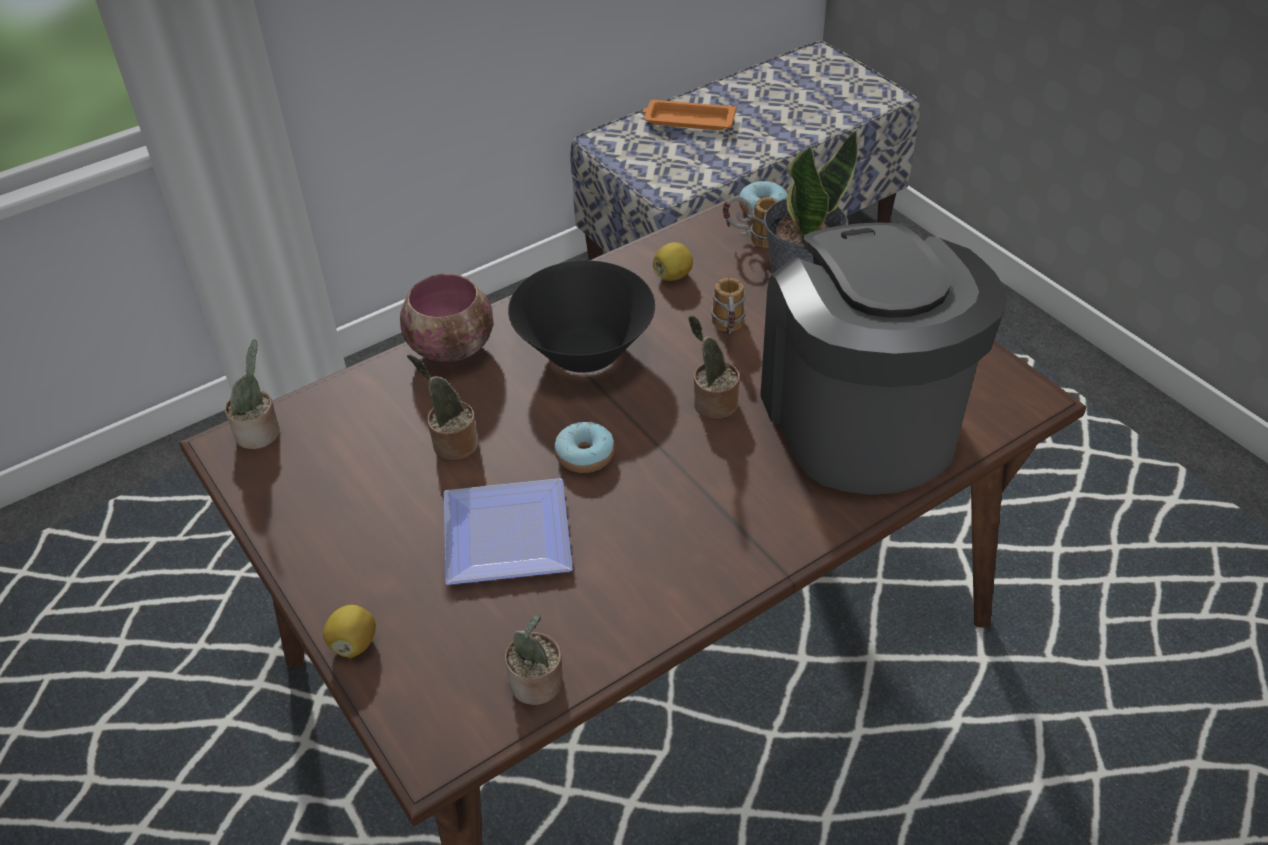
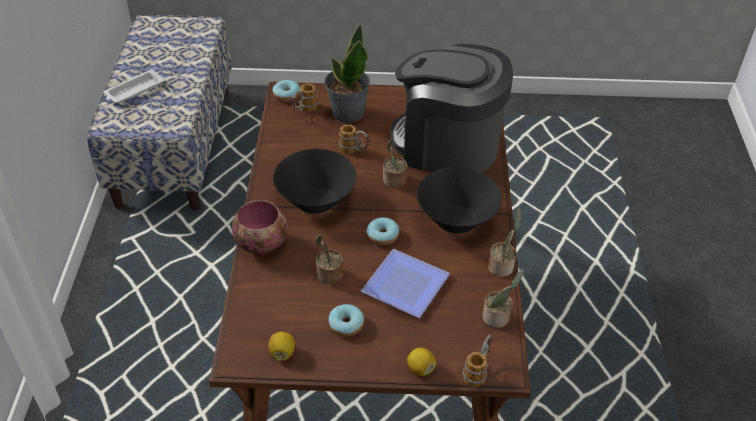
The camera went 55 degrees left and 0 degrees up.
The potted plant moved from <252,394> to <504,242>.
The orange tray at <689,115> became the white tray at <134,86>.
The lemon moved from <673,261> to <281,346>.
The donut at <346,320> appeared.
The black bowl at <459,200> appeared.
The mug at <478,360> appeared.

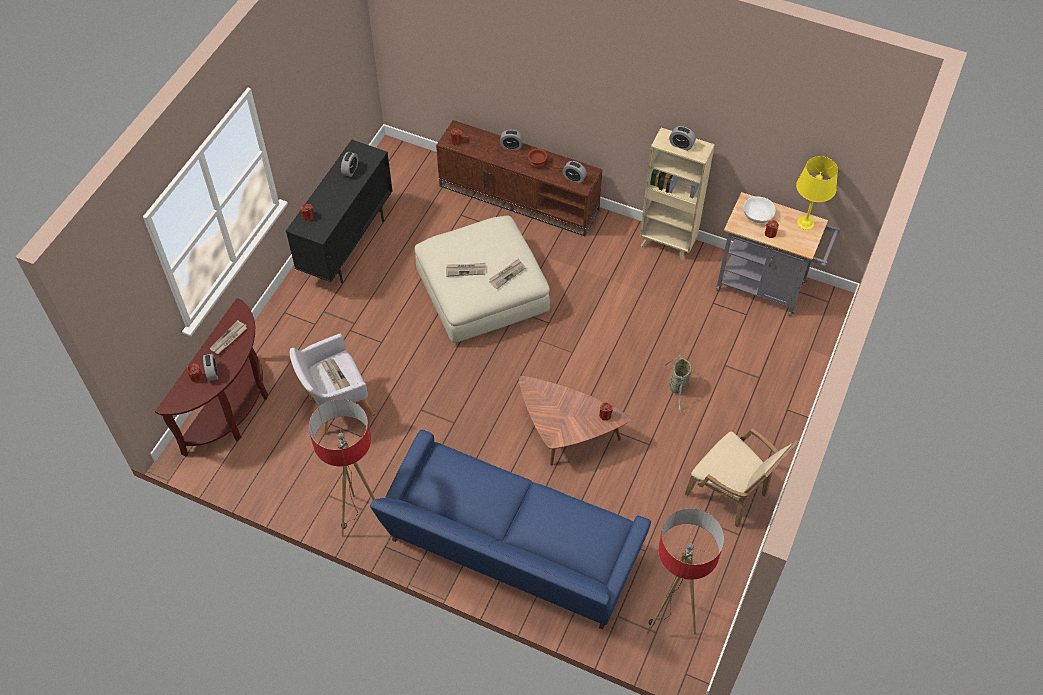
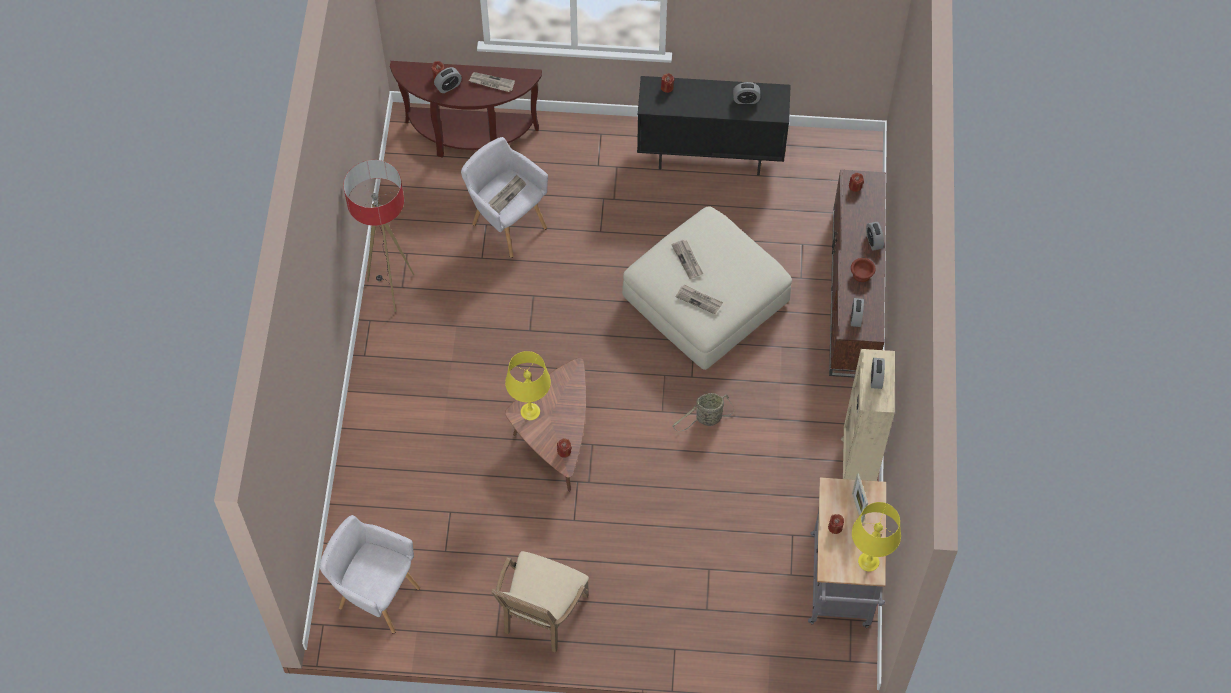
The camera went 70 degrees right and 5 degrees up.
The blue sofa at <510,529> disappeared.
The floor lamp at <685,571> was replaced by the grey armchair at <370,574>.
The basket moved from <678,383> to <704,412>.
The white bowl at <759,209> was replaced by the picture frame at <860,498>.
The yellow table lamp at <528,385> appeared.

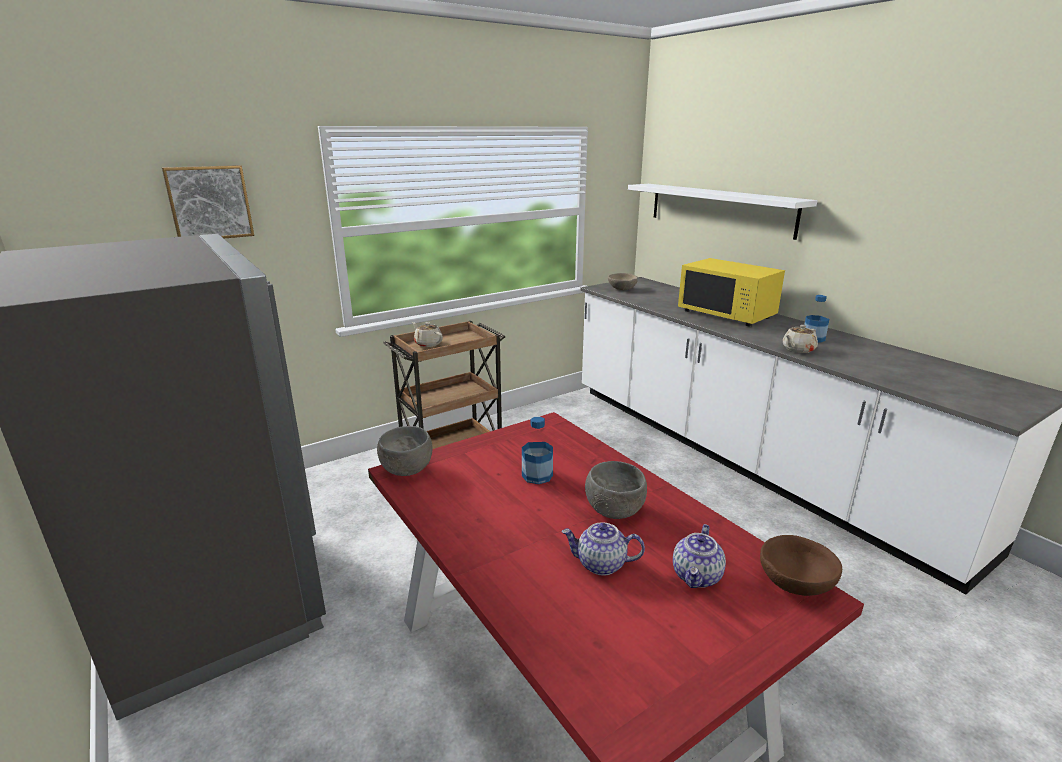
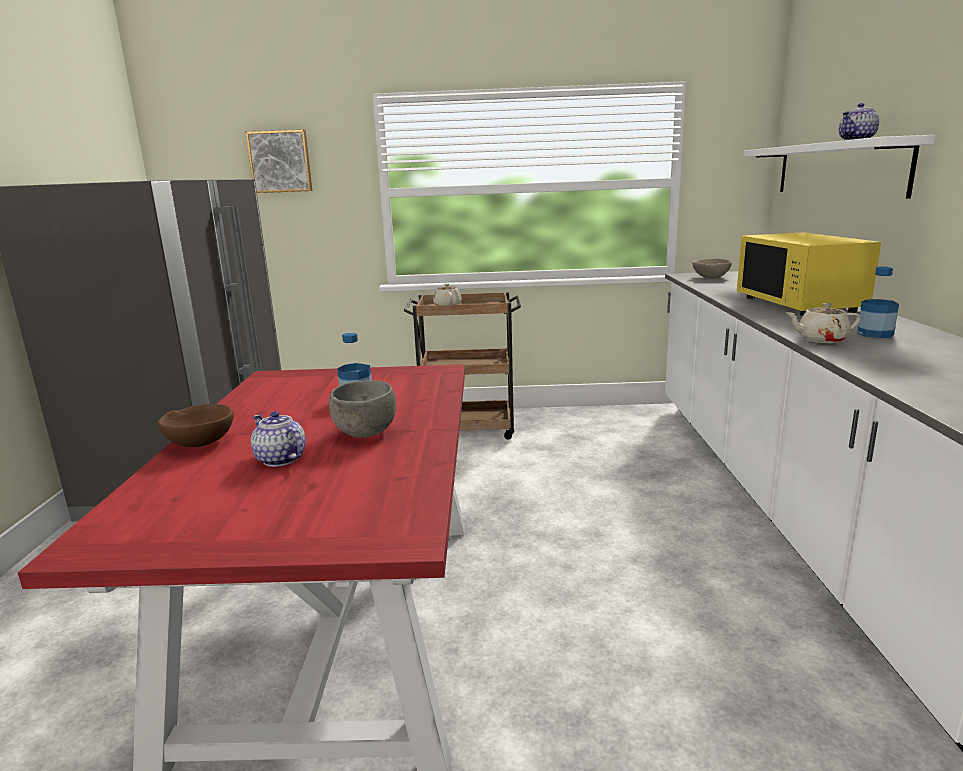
The camera went 35 degrees right and 5 degrees down.
The grey bowl at <405,451> disappeared.
The teapot moved from <699,556> to <859,121>.
The brown bowl moved from <801,565> to <196,425>.

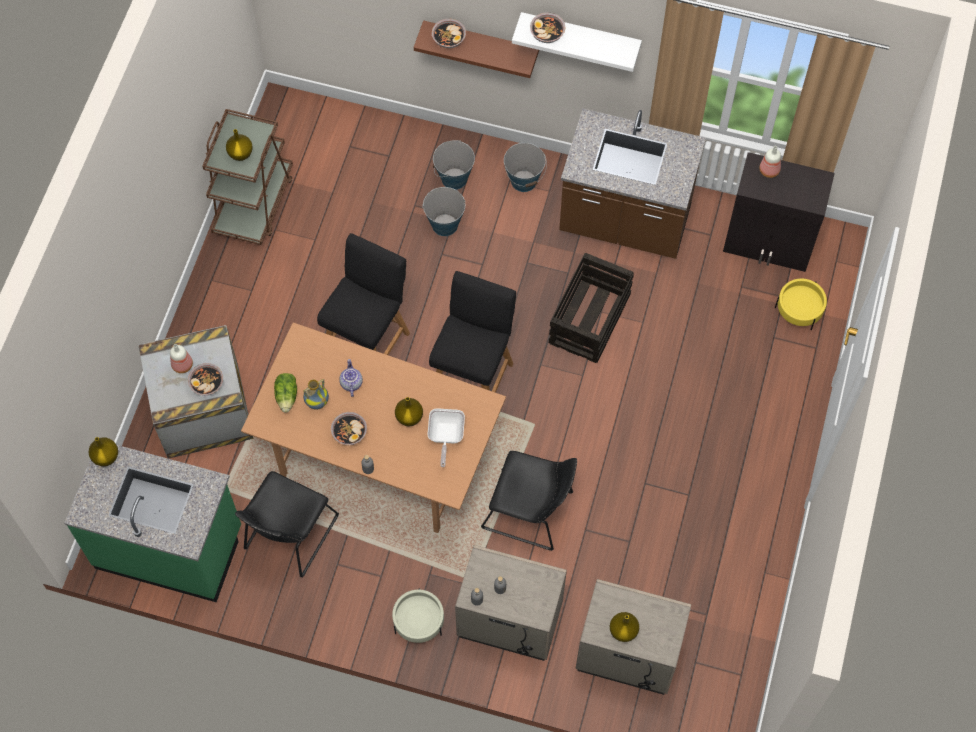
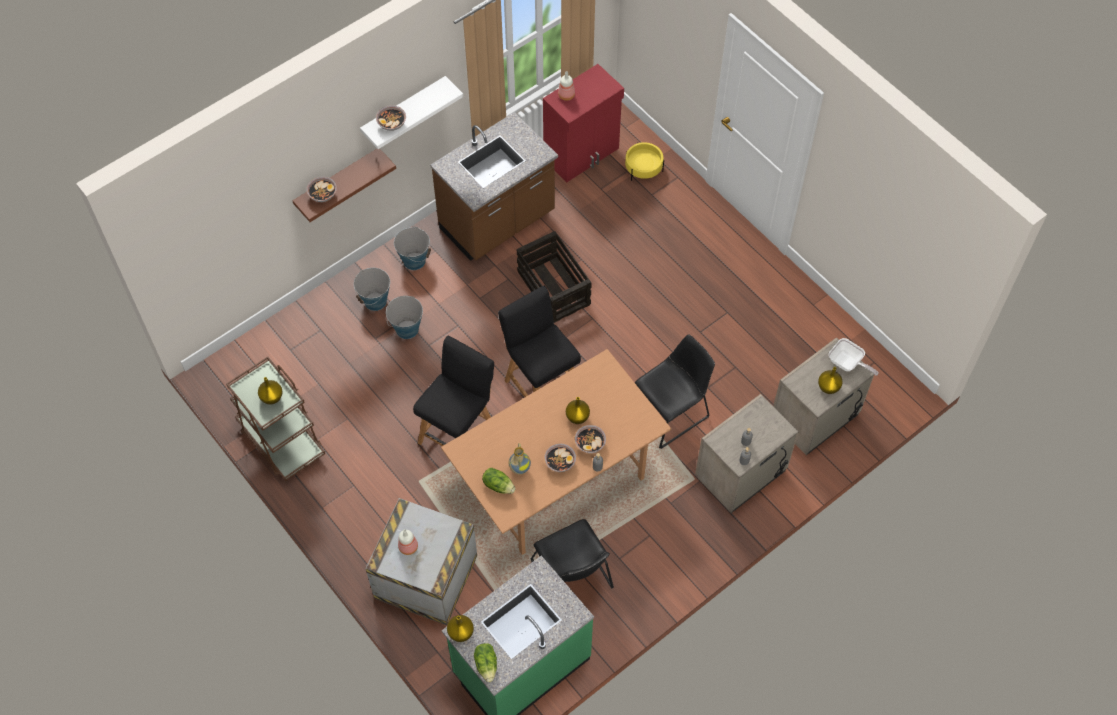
The camera went 55 degrees left and 5 degrees down.
The bowl moved from <205,379> to <590,439>.
The black chair at <363,294> turned 60 degrees clockwise.
The teapot at <351,378> disappeared.
The beige planter at <418,615> disappeared.
The frying pan moved from <446,437> to <854,357>.
The black cabinet at <779,212> became the red cabinet at <583,123>.
The lettuce at <485,662> appeared.

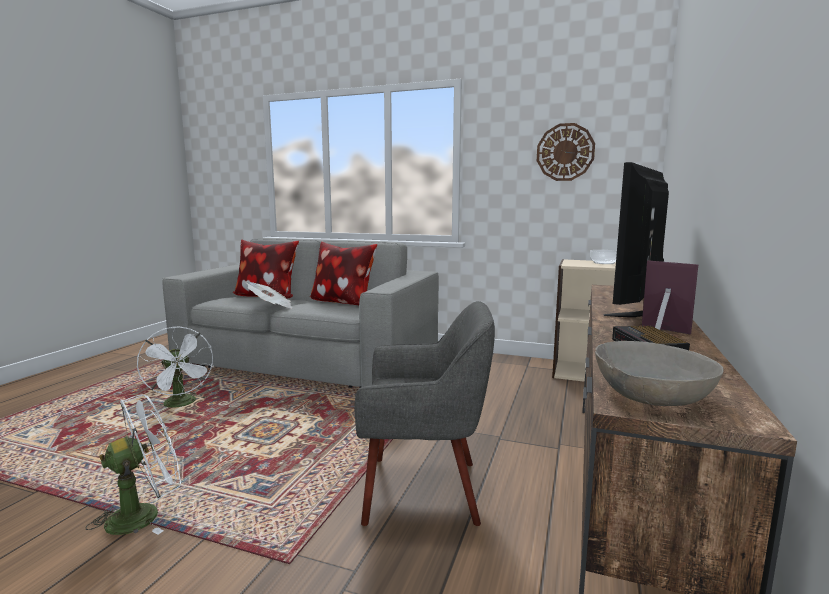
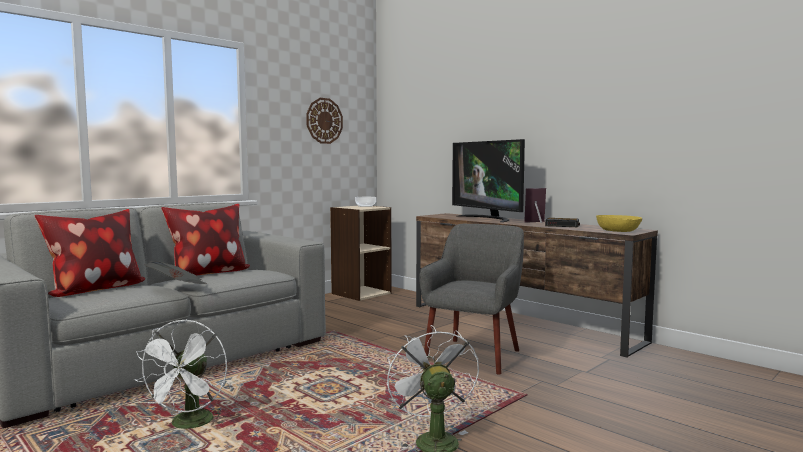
The camera went 65 degrees left and 5 degrees down.
The white fan at <175,367> turned 105 degrees clockwise.
The grey bowl at <659,373> became the yellow bowl at <619,223>.

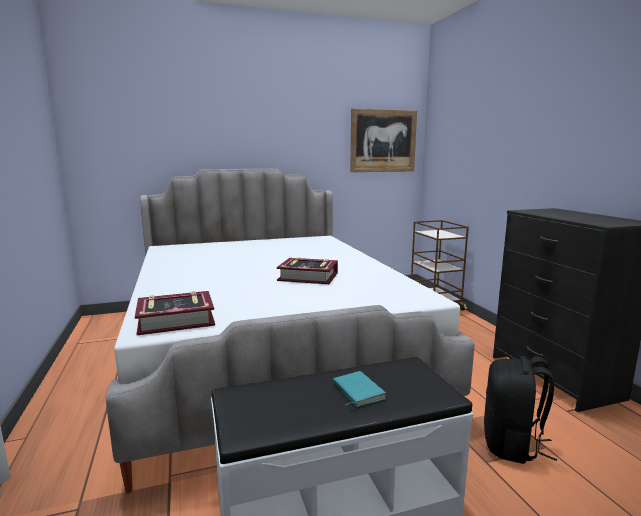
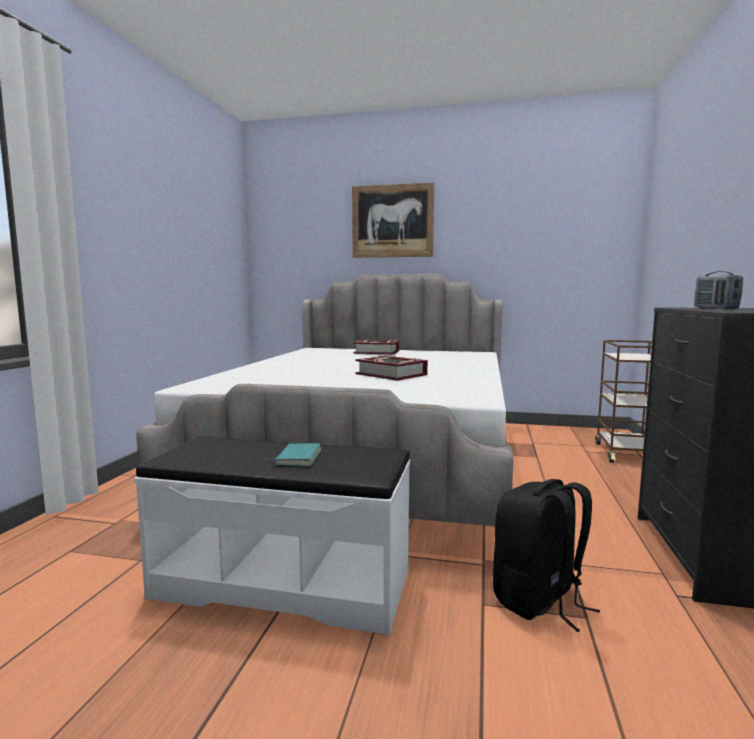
The camera went 30 degrees right and 5 degrees down.
The book moved from <175,313> to <376,346>.
The picture moved from <383,140> to <393,220>.
The radio at <718,290> appeared.

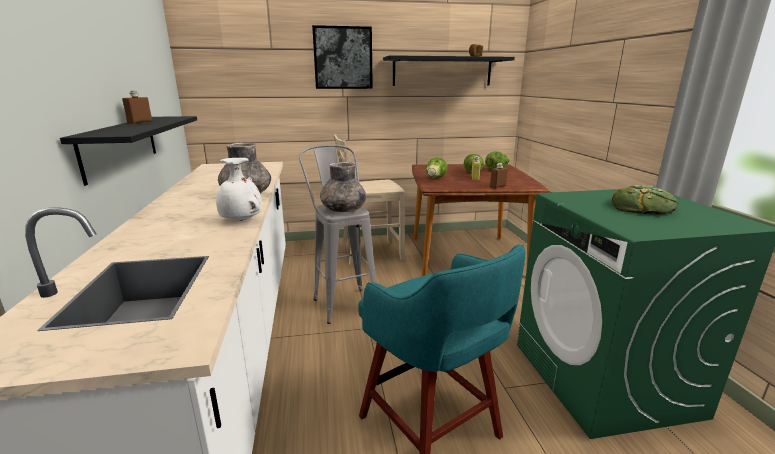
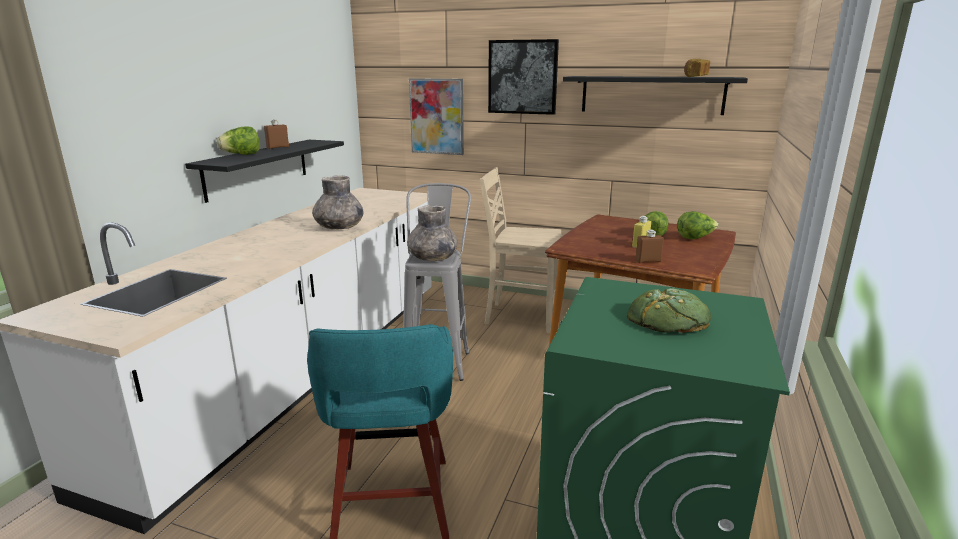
The camera went 30 degrees right and 0 degrees up.
The white vase at <239,189> disappeared.
The lettuce moved from <437,168> to <238,141>.
The picture at <436,116> appeared.

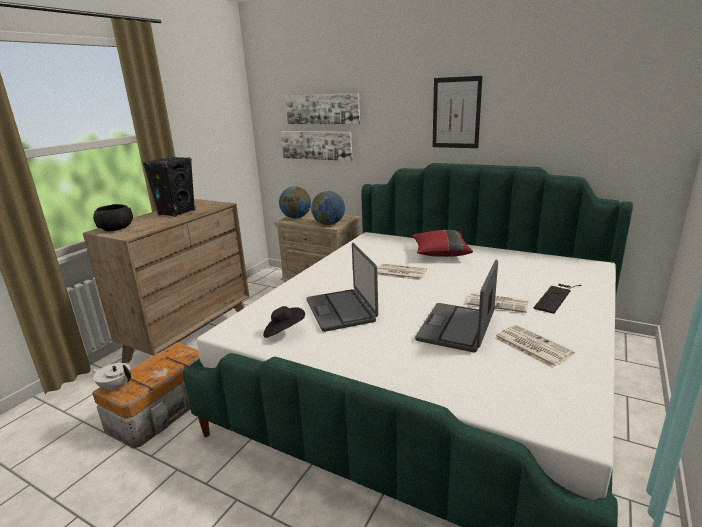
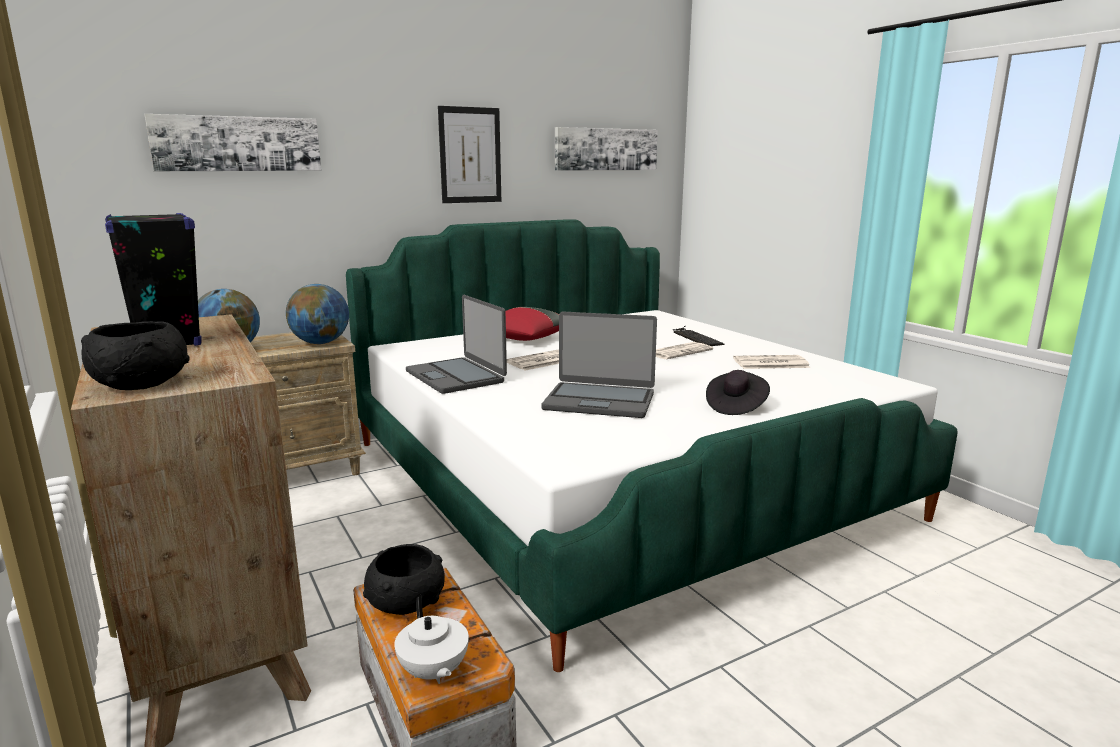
The camera went 60 degrees left and 5 degrees down.
The white teapot at <111,377> turned 75 degrees counterclockwise.
The black hat moved from <284,322> to <738,392>.
The picture moved from <317,146> to <606,149>.
The laptop moved from <456,306> to <456,344>.
The black bowl at <404,579> appeared.

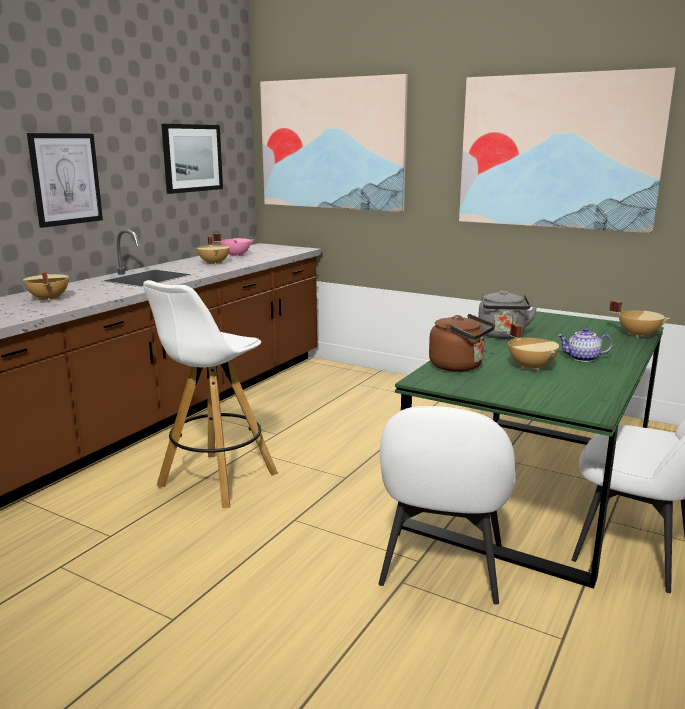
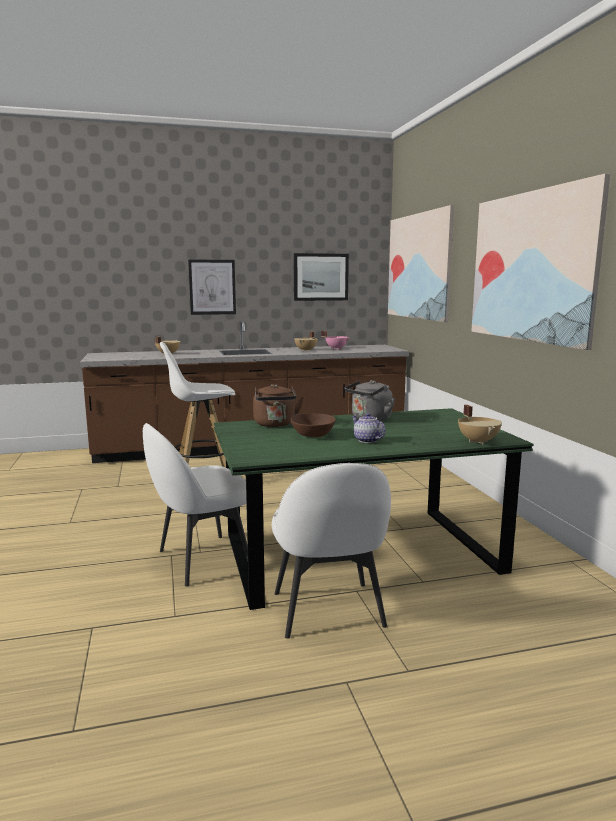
The camera went 45 degrees right and 5 degrees down.
The beige cooking pot at <533,347> was replaced by the brown bowl at <313,425>.

